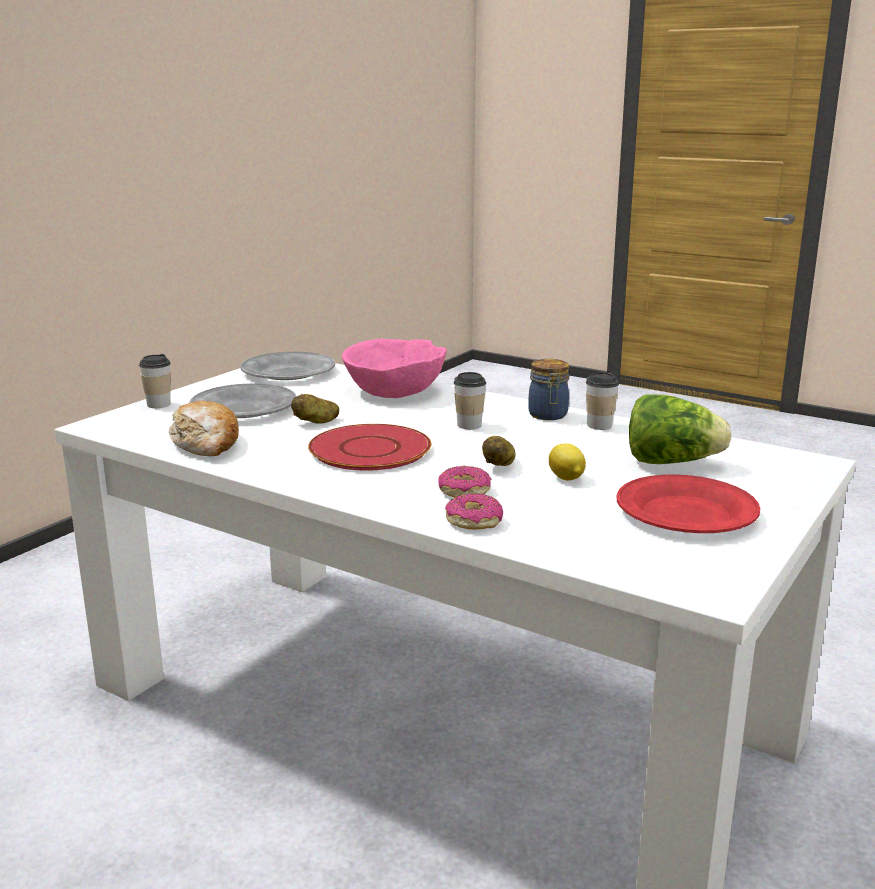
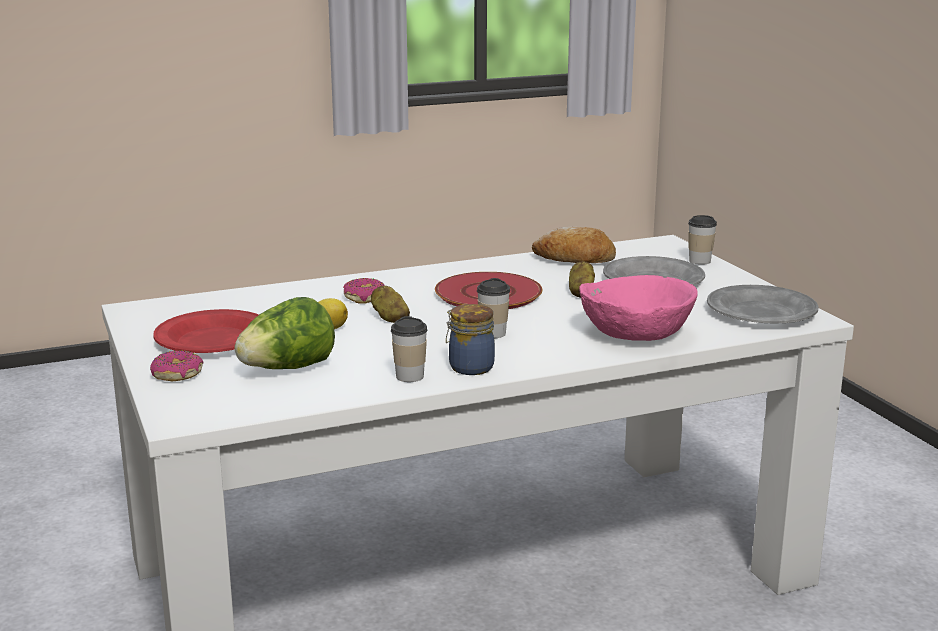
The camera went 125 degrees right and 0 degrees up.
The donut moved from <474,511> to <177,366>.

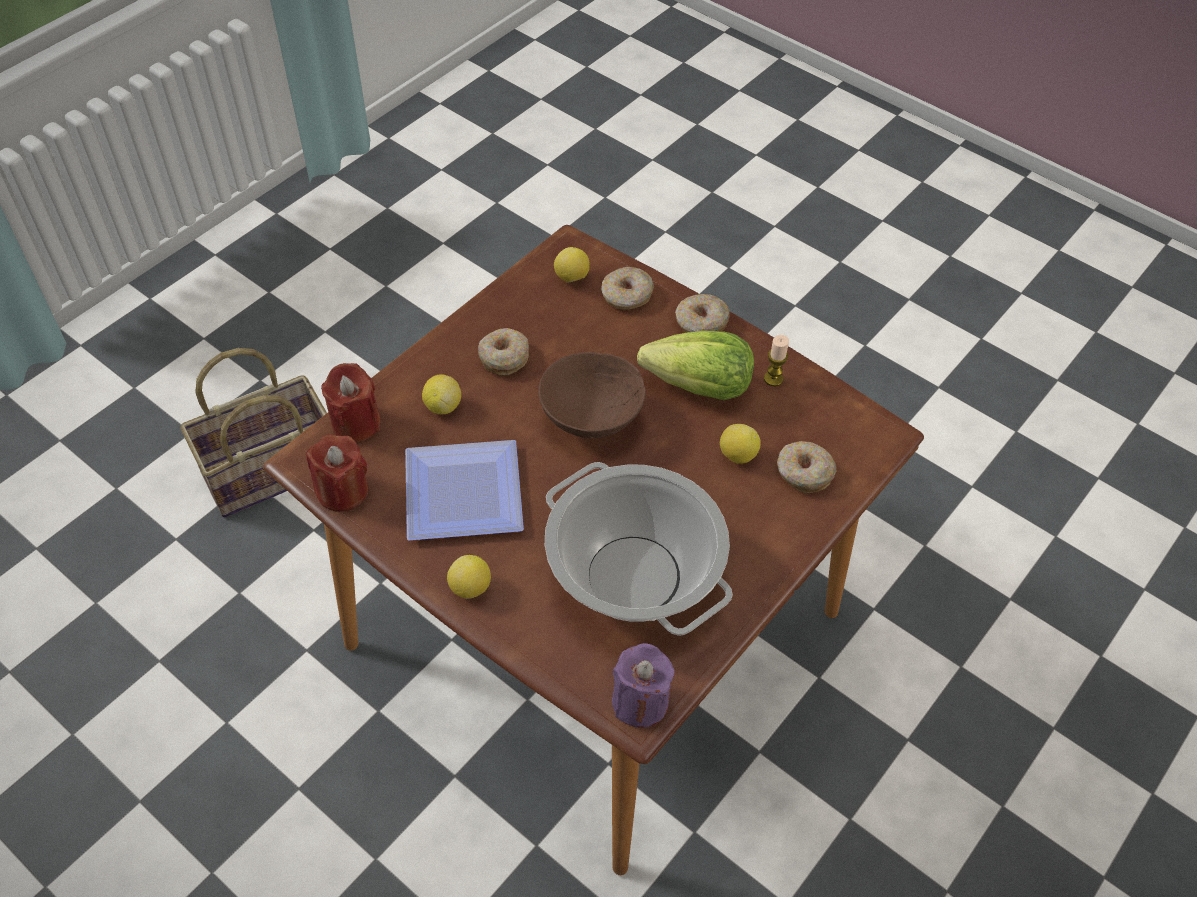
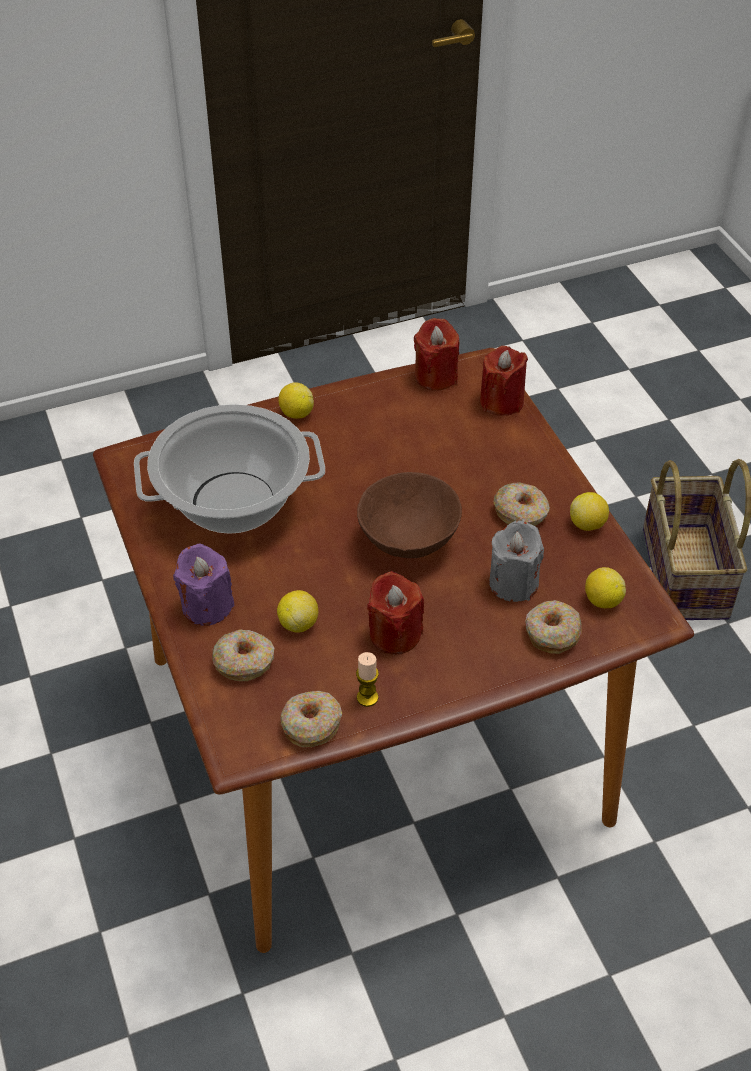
The camera went 120 degrees right and 5 degrees down.
The plate at <464,490> disappeared.
The lemon moved from <441,394> to <589,511>.
The purple candle moved from <643,685> to <204,584>.
The lettuce at <695,365> was replaced by the red candle at <395,612>.
The donut moved from <702,313> to <311,719>.
The grey candle at <516,561> appeared.

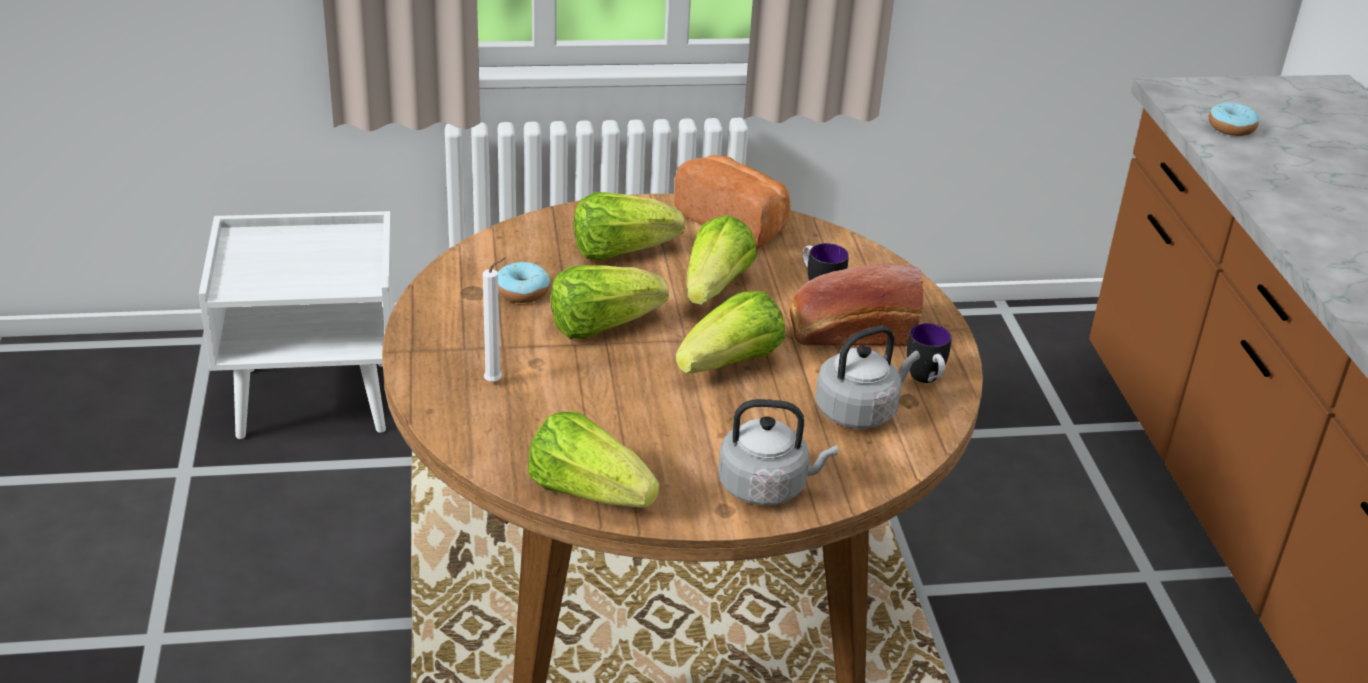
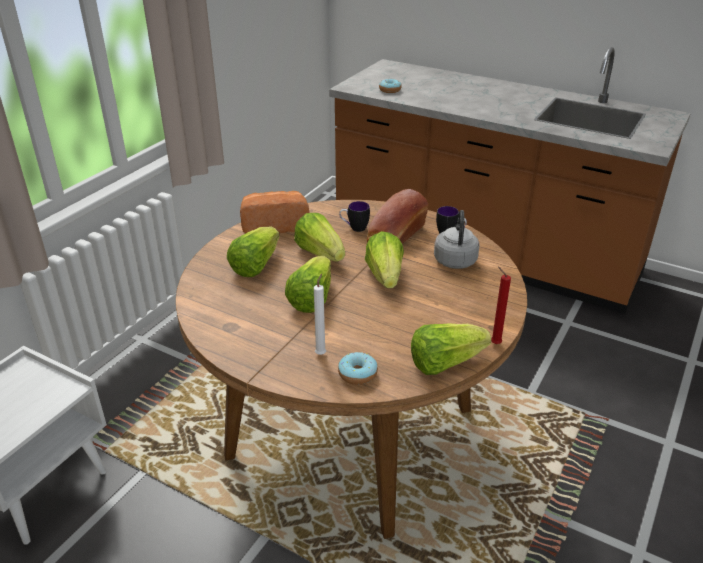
The camera went 50 degrees left and 0 degrees up.
The donut moved from <524,282> to <358,368>.
The grey kettle at <778,452> disappeared.
The red candle at <501,305> appeared.

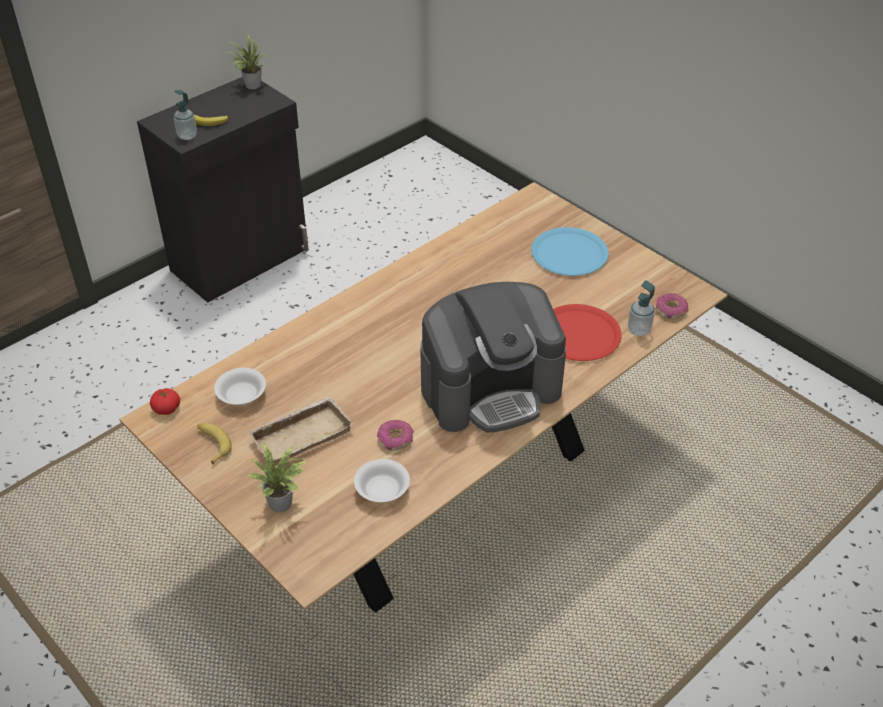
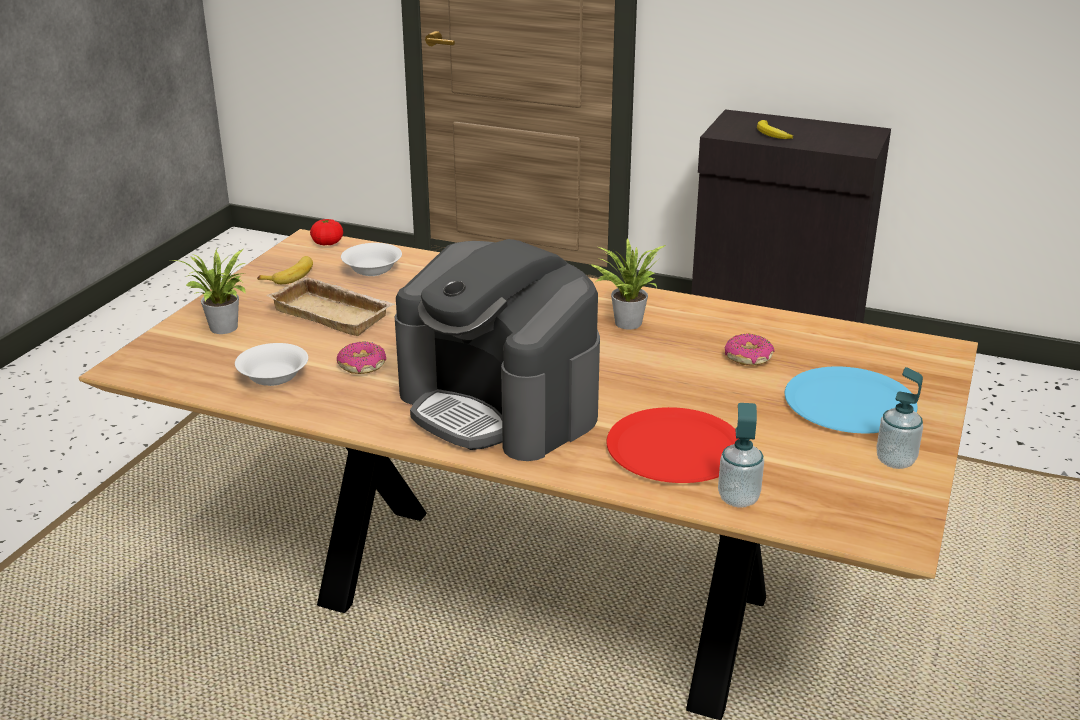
The camera went 65 degrees right and 15 degrees down.
The soap dispenser moved from <185,115> to <900,418>.
The potted plant moved from <247,61> to <628,284>.
The donut moved from <672,306> to <750,350>.

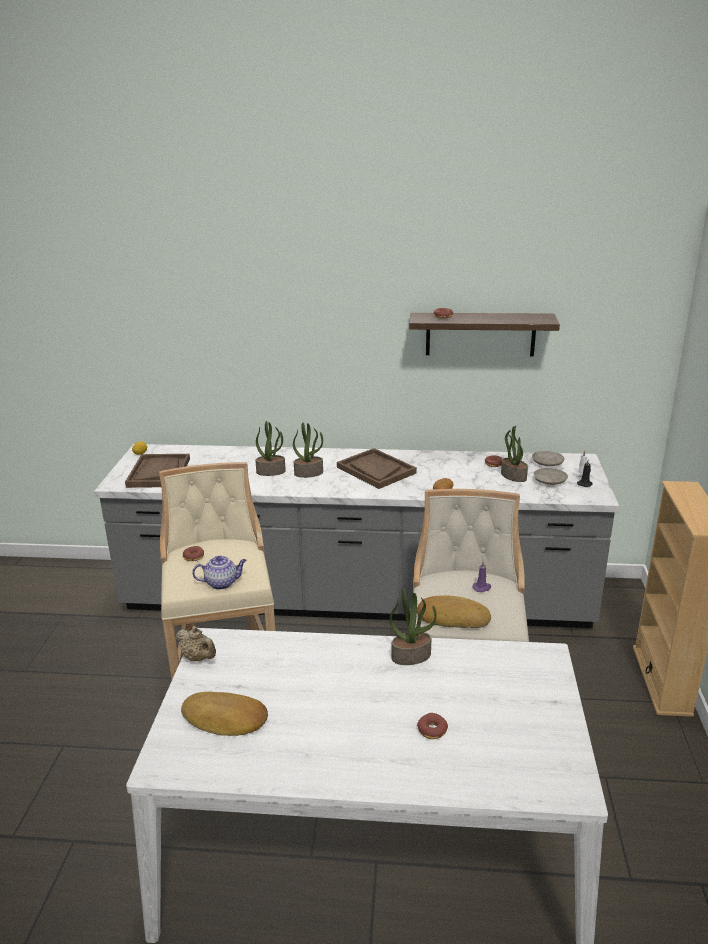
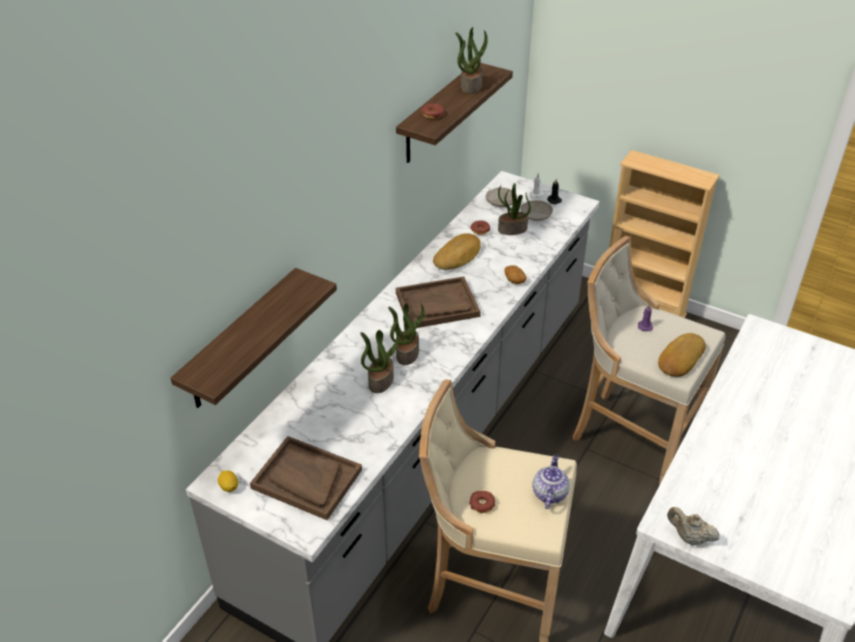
The camera went 65 degrees left and 15 degrees up.
The beige teapot at <196,643> turned 120 degrees counterclockwise.
The bread moved from <224,714> to <457,251>.
The potted plant moved from <413,626> to <471,60>.
The donut at <432,726> disappeared.
The shelf at <253,338> appeared.

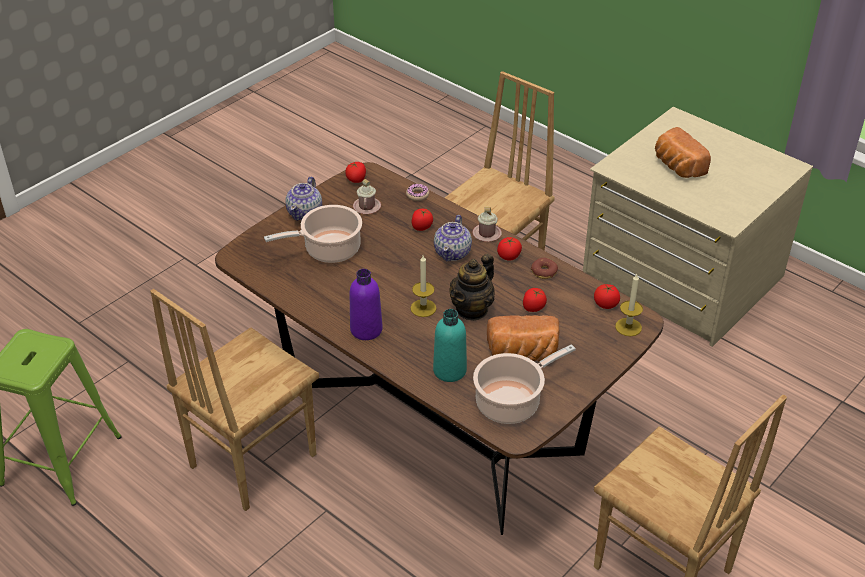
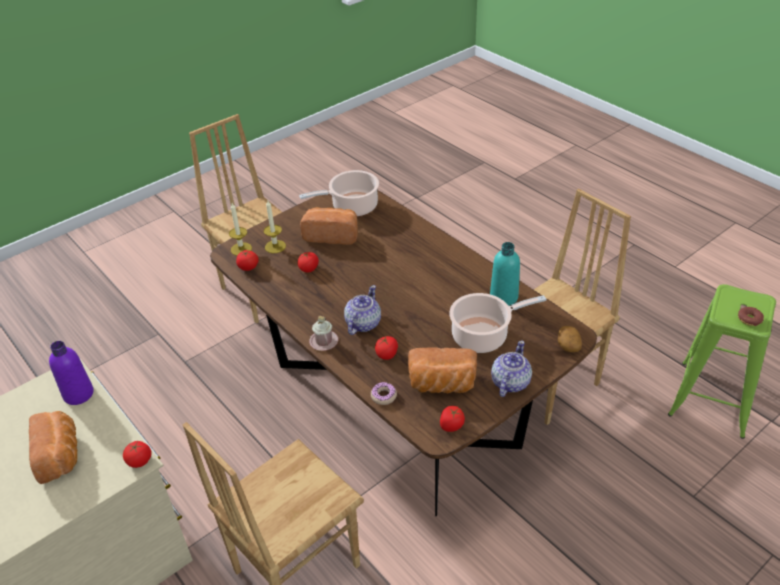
The camera went 170 degrees left and 0 degrees up.
The purple bottle moved from <366,304> to <71,373>.
The pink mug at <367,196> was replaced by the bread at <442,370>.
The candle moved from <424,286> to <275,227>.
The turquoise bottle moved from <450,345> to <505,274>.
The teapot at <472,287> disappeared.
The tomato moved from <509,249> to <137,454>.
The donut moved from <544,268> to <751,316>.
The potato at <570,339> appeared.

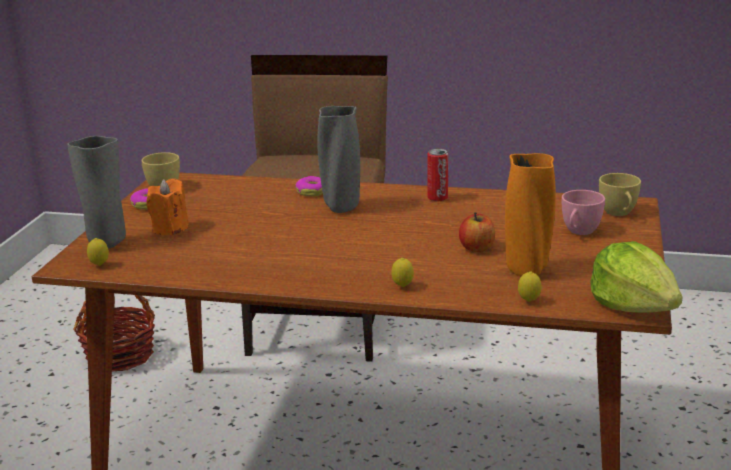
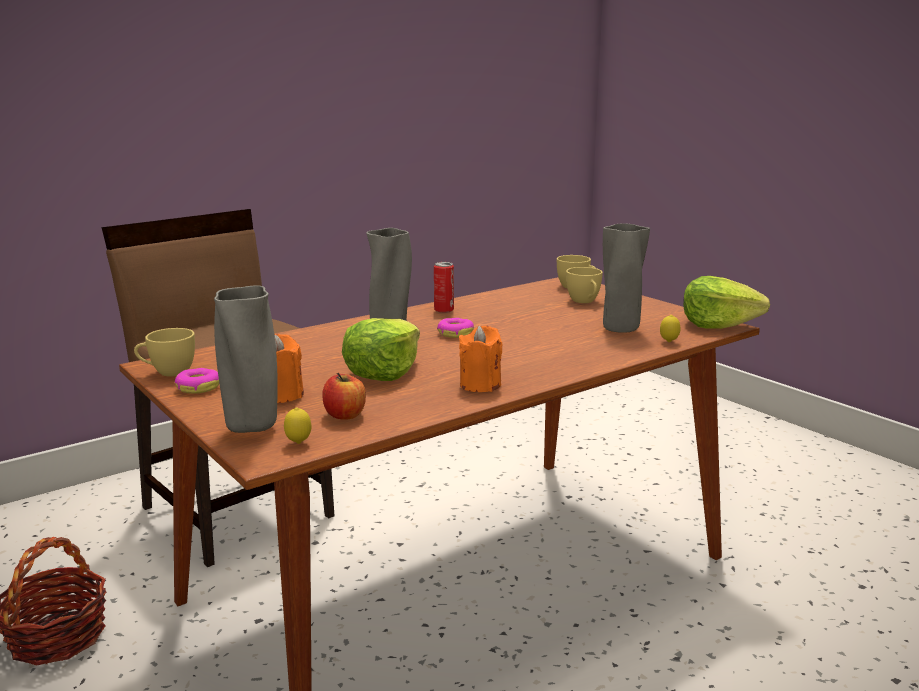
The camera went 50 degrees left and 5 degrees down.
The donut moved from <309,186> to <455,328>.
The lemon at <402,272> disappeared.
The apple moved from <477,232> to <344,396>.
The orange vase at <530,215> became the grey vase at <626,278>.
The pink cup at <583,212> became the yellow cup at <584,285>.
The lettuce at <381,349> appeared.
The orange candle at <480,358> appeared.

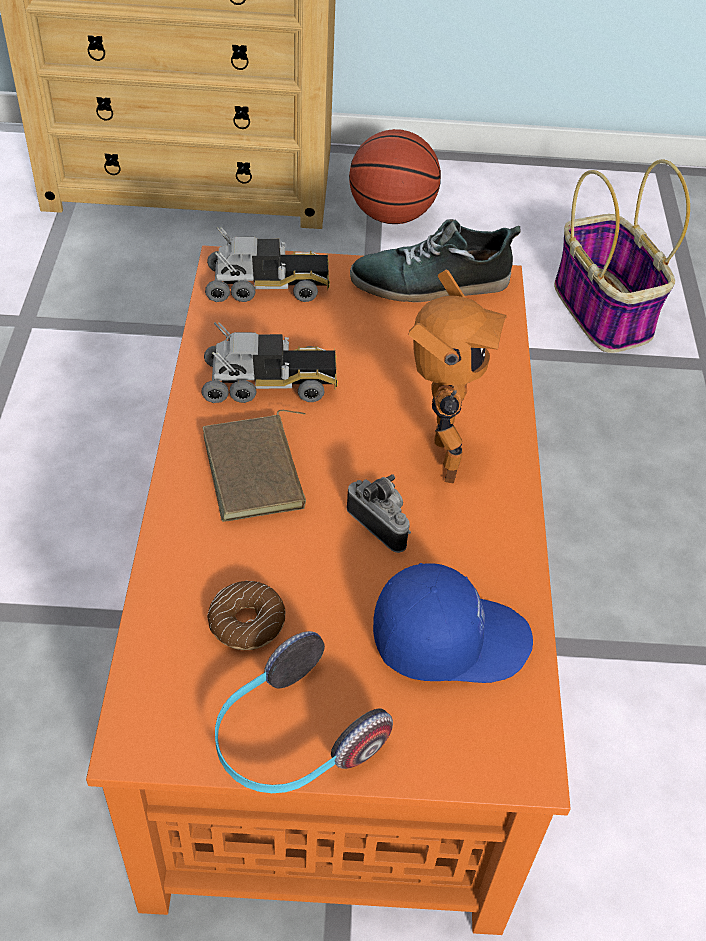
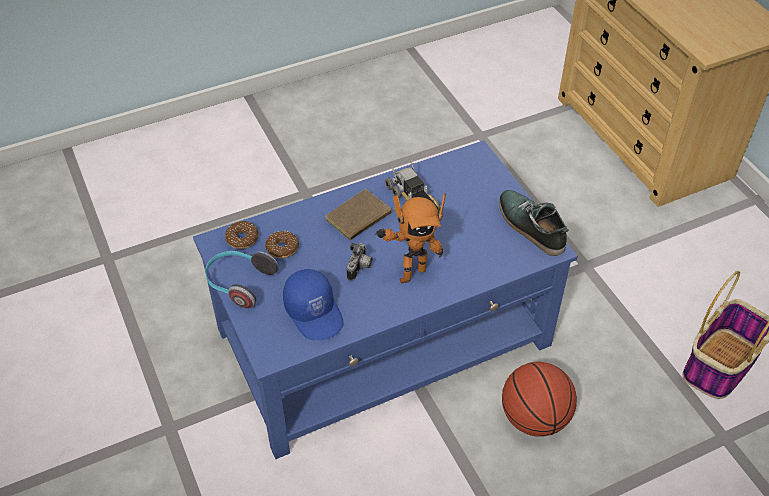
The camera went 65 degrees right and 0 degrees up.
The orange coffee table at <328,590> became the blue coffee table at <385,299>.
The toy truck at <267,264> disappeared.
The basketball moved from <395,176> to <539,399>.
The donut at <241,235> appeared.

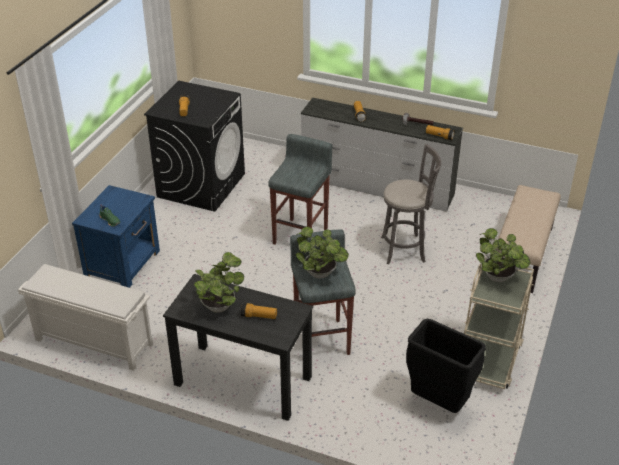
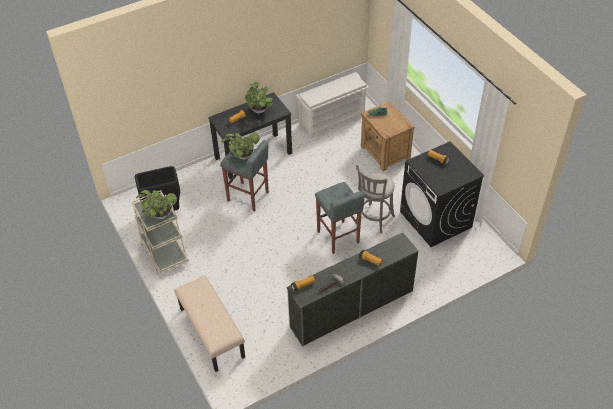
The camera went 130 degrees right and 10 degrees up.
The blue nightstand at <116,236> became the brown nightstand at <388,136>.
The grey stool moved from <411,204> to <375,199>.

